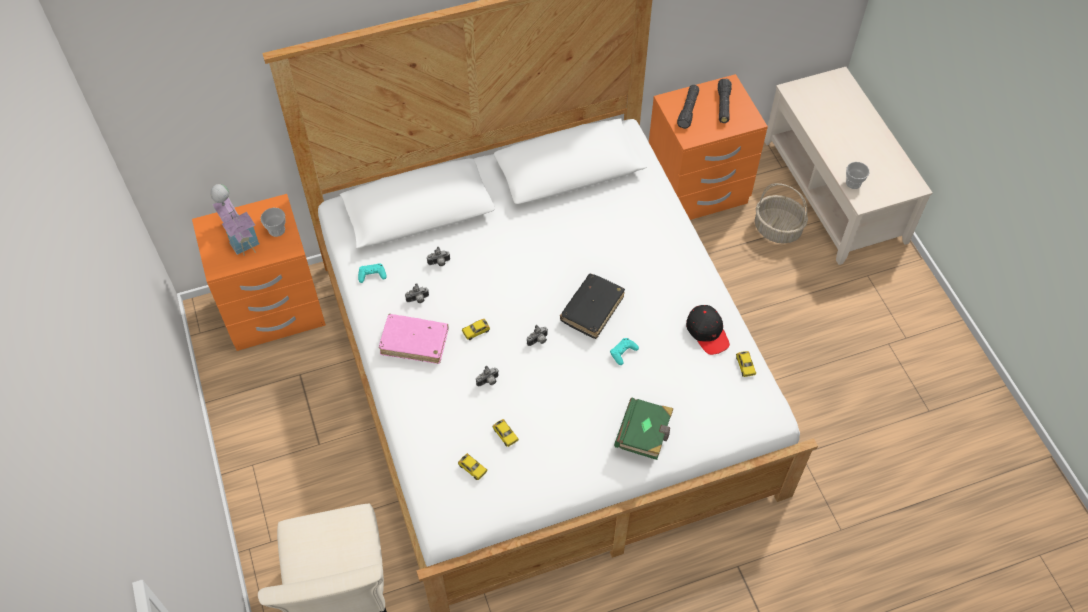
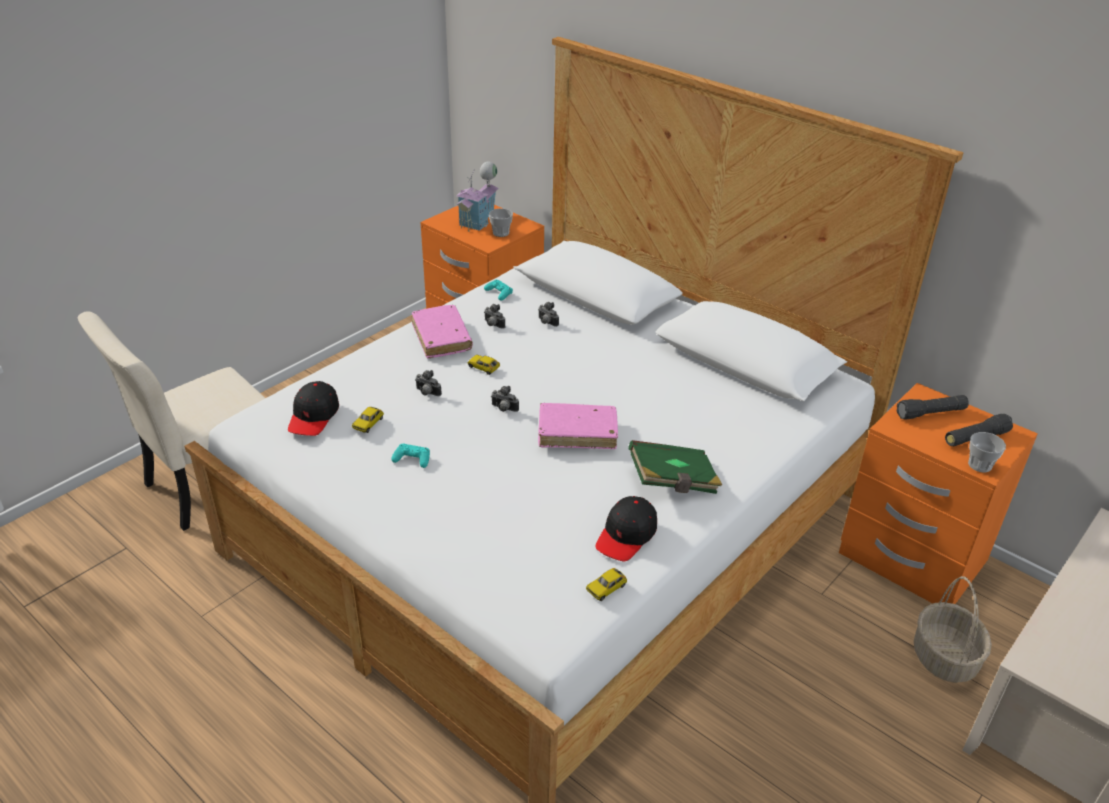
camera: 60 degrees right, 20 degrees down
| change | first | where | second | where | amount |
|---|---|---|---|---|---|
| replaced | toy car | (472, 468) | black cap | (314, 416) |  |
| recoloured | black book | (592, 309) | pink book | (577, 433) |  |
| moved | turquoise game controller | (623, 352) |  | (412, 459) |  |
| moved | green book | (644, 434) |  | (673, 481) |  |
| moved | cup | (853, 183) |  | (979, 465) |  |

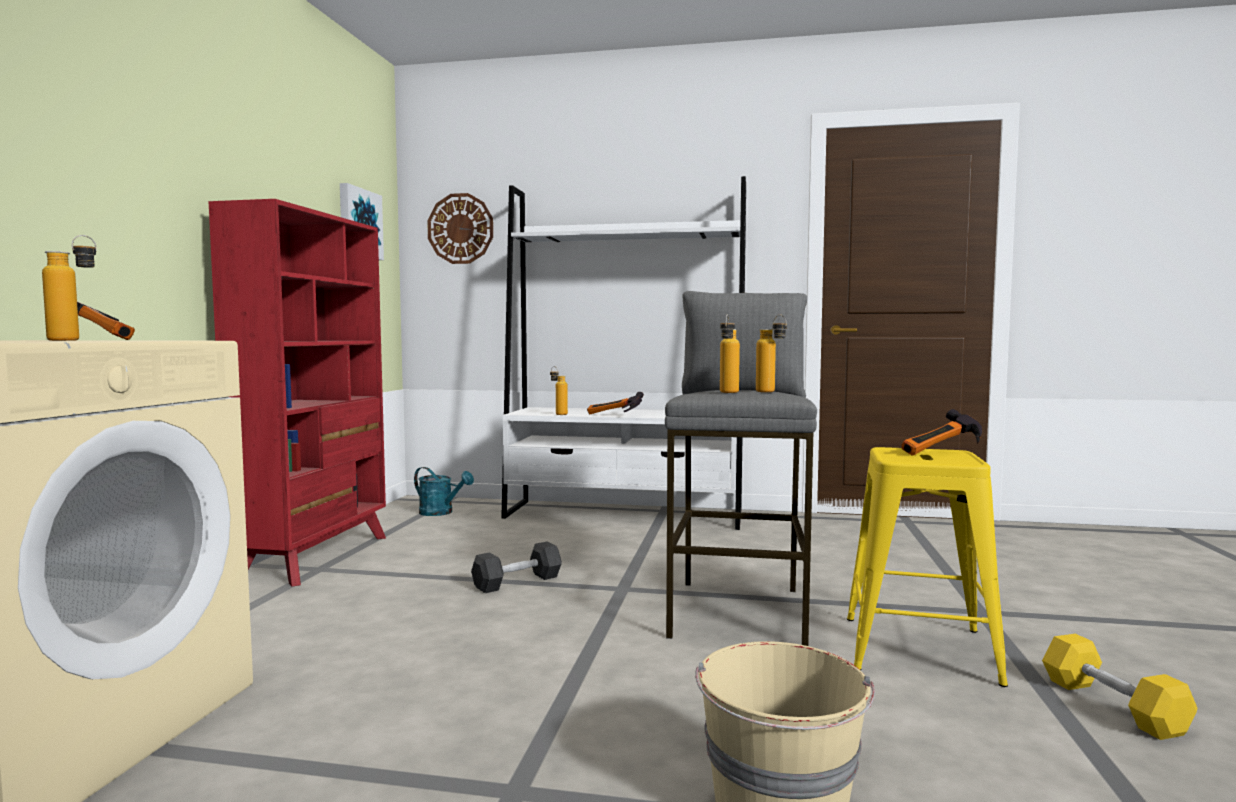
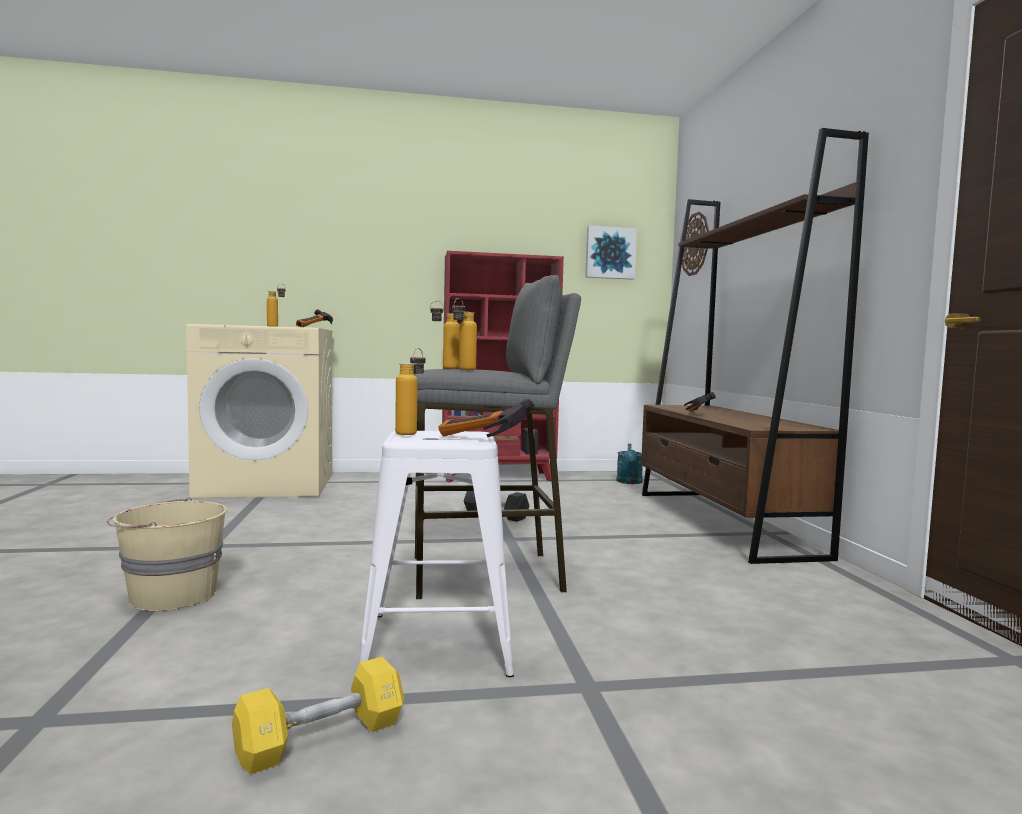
camera: 70 degrees right, 0 degrees up
| change | first | where | second | where | amount |
|---|---|---|---|---|---|
| recoloured | white bookcase | (624, 514) | brown bookcase | (722, 522) |  |
| moved | bottle | (558, 414) |  | (411, 433) |  |
| recoloured | yellow stool | (917, 649) | white stool | (438, 643) |  |

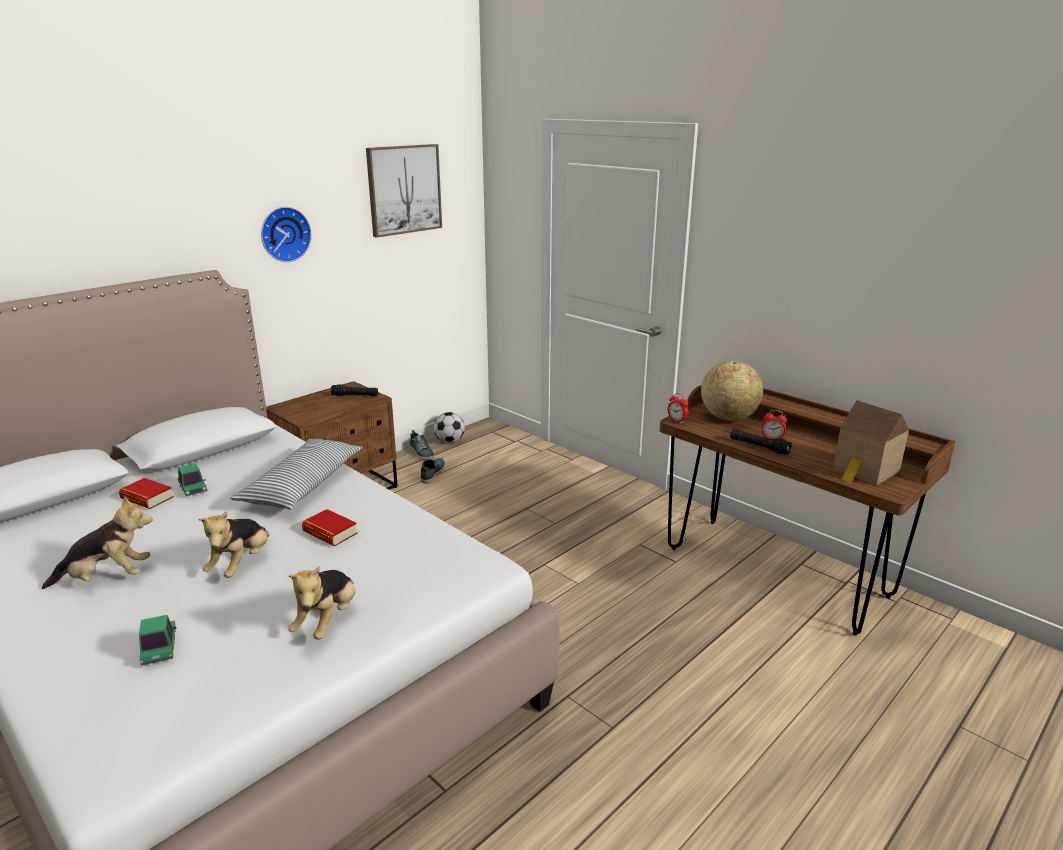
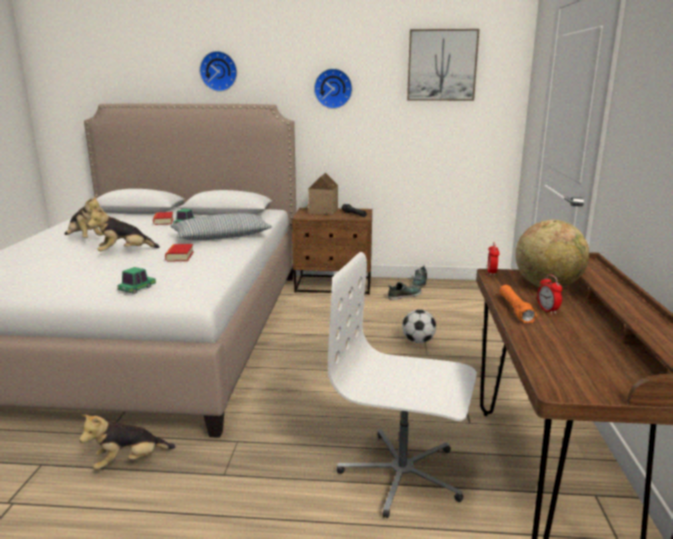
camera: 50 degrees right, 5 degrees down
| change | first | where | second | where | amount |
|---|---|---|---|---|---|
| moved | toy car | (159, 648) |  | (137, 288) |  |
| moved | plush toy | (327, 620) |  | (129, 462) |  |
| moved | football | (450, 441) |  | (418, 341) |  |
| recoloured | black flashlight | (759, 447) | orange flashlight | (515, 309) |  |
| moved | toy house | (865, 471) |  | (321, 211) |  |
| added |  |  | wall clock | (219, 71) |  |
| added |  |  | white office chair | (402, 474) |  |

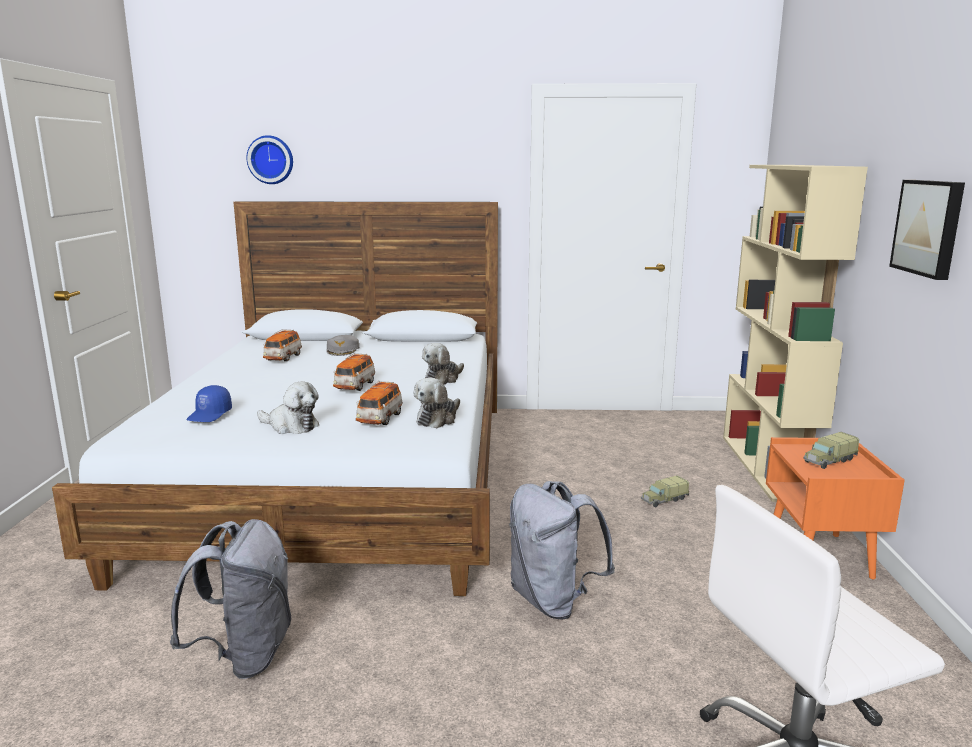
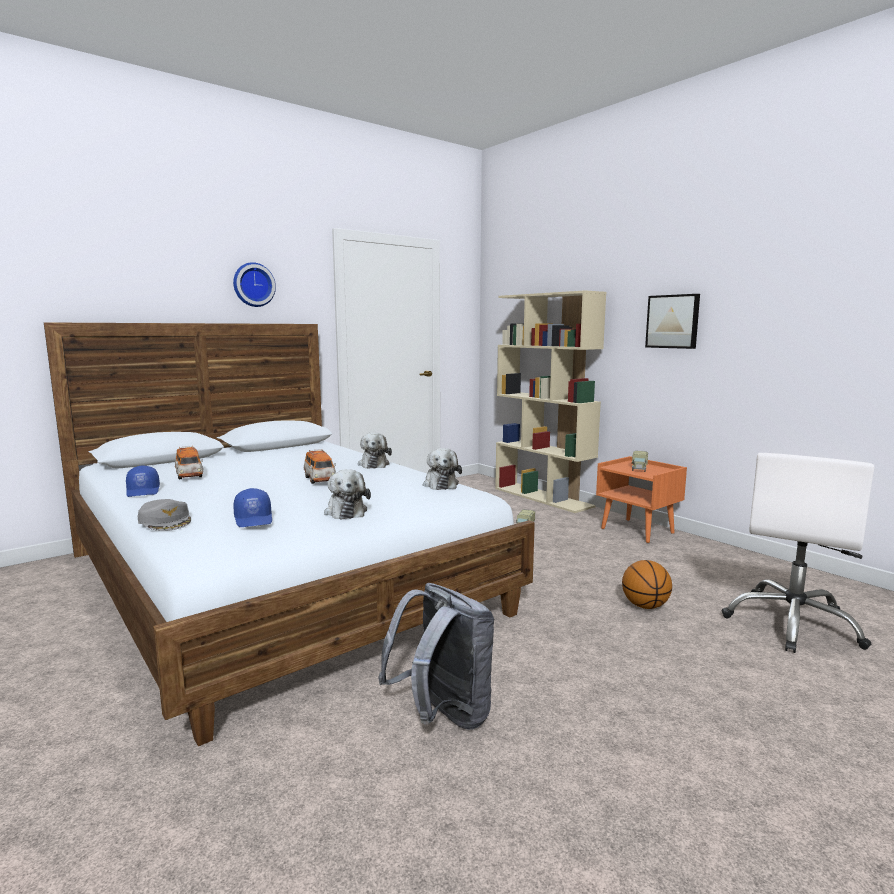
camera: 40 degrees left, 5 degrees down
| change | first | where | second | where | amount |
|---|---|---|---|---|---|
| moved | wall clock | (271, 160) |  | (253, 285) |  |
| turned | plush toy | (291, 426) |  | (346, 511) | 90 degrees clockwise |
| moved | grey cap | (343, 350) |  | (166, 521) |  |
| removed | toy car | (380, 419) |  |  |  |
| removed | grey backpack | (553, 601) |  |  |  |
| added |  |  | blue cap | (143, 491) |  |
| added |  |  | basketball | (645, 606) |  |

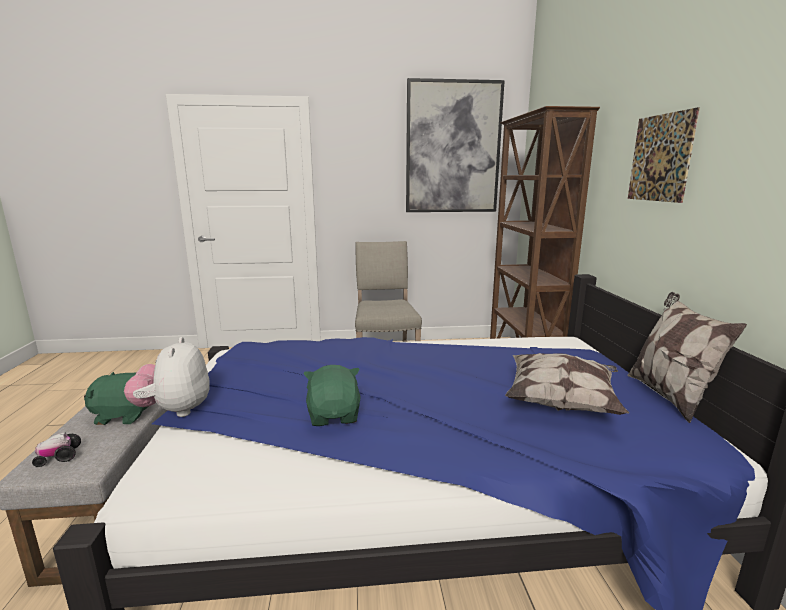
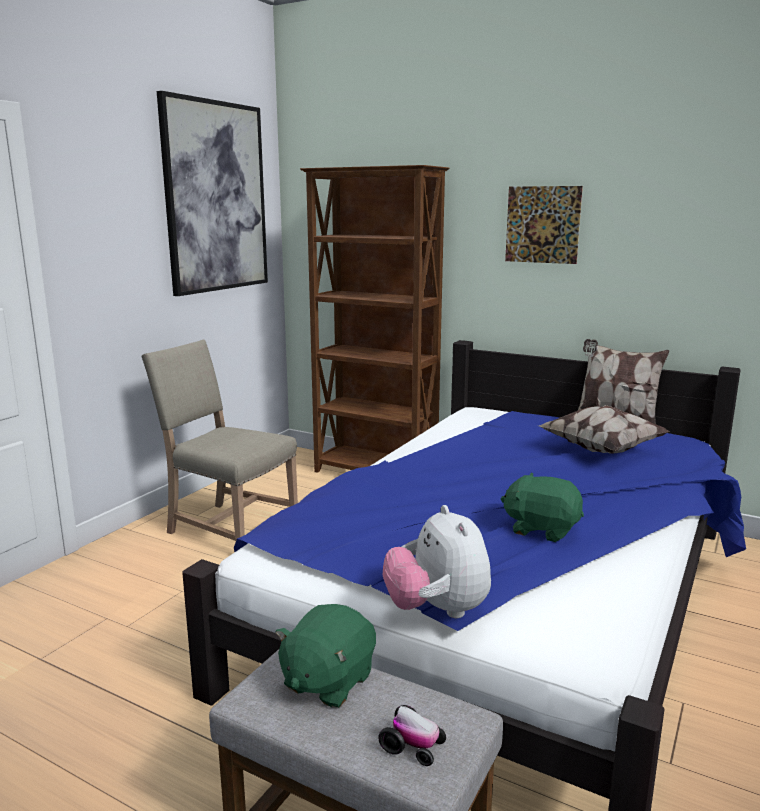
camera: 55 degrees left, 0 degrees up
| change | first | where | second | where | amount |
|---|---|---|---|---|---|
| turned | toy car | (58, 457) |  | (412, 746) | 75 degrees counterclockwise |
| turned | plush toy | (175, 410) |  | (437, 610) | 45 degrees clockwise |

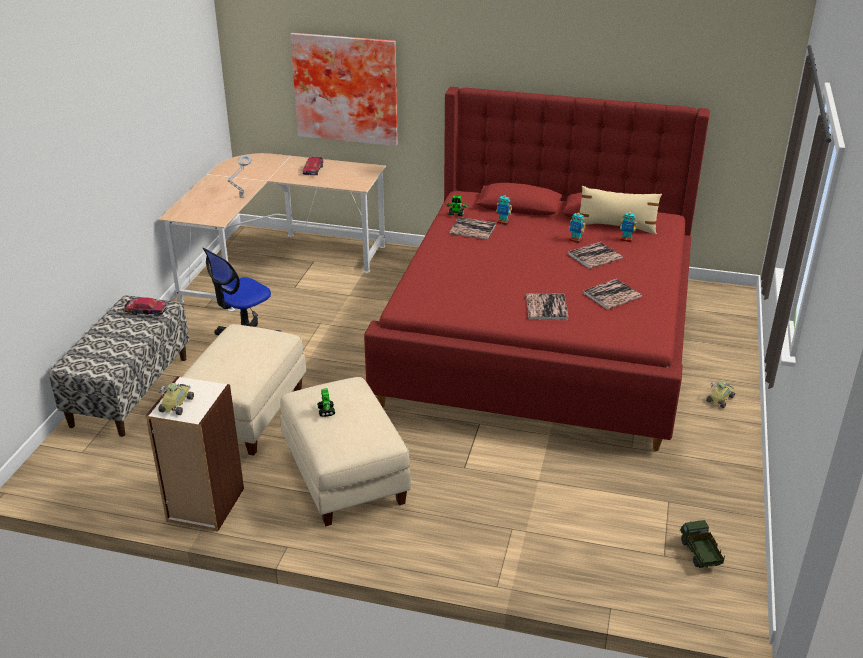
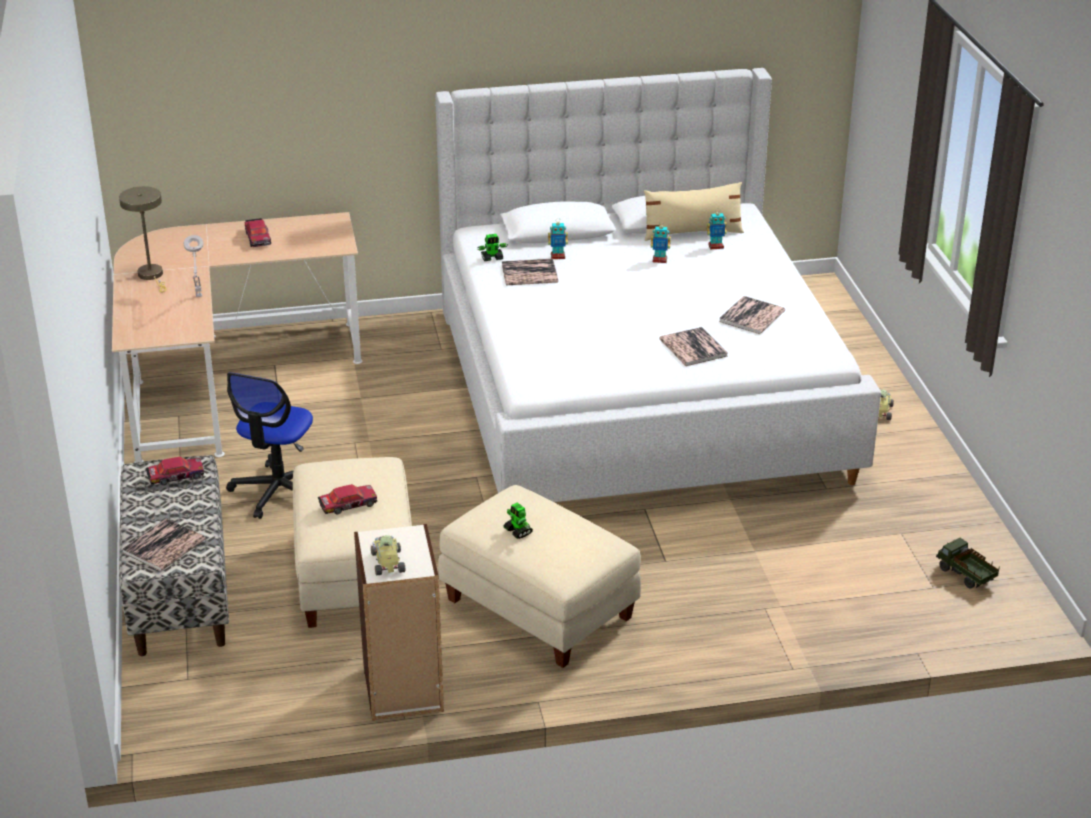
camera: 25 degrees left, 0 degrees up
| change | first | where | second | where | amount |
|---|---|---|---|---|---|
| removed | picture | (346, 88) |  |  |  |
| recoloured | red bed | (541, 338) | white bed | (640, 392) |  |
| moved | book | (595, 256) |  | (164, 546) |  |
| added |  |  | beige table lamp | (152, 276) |  |
| added |  |  | toy car | (347, 505) |  |

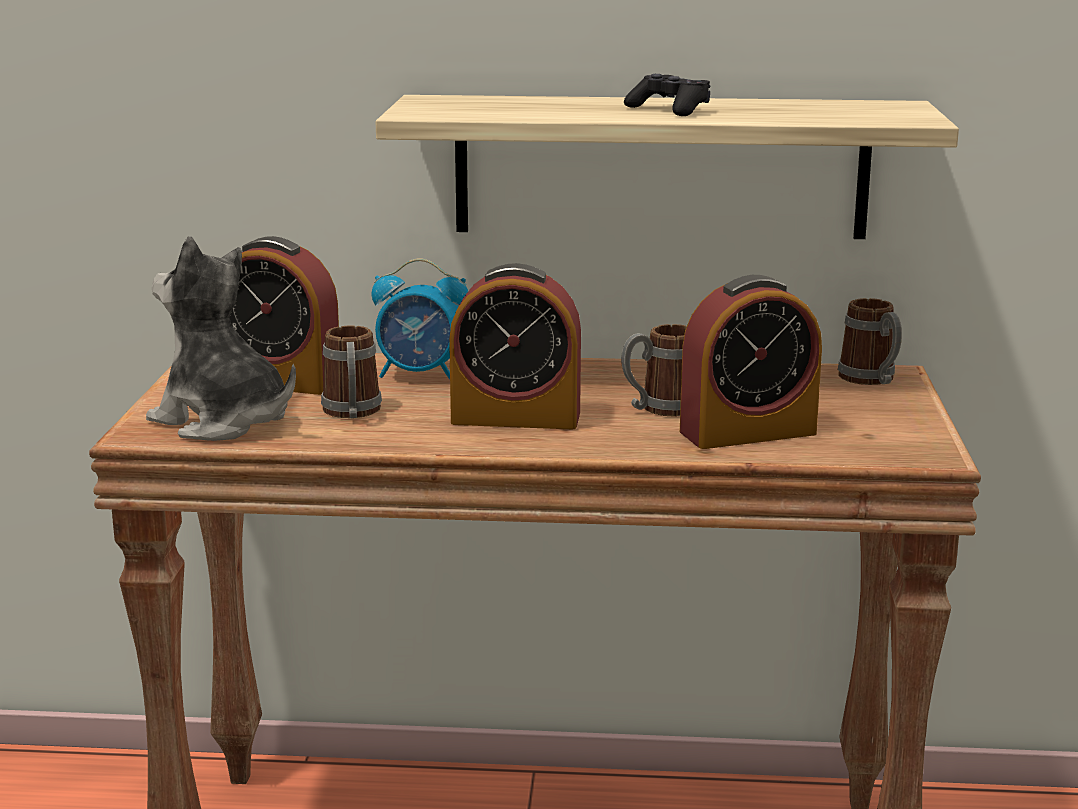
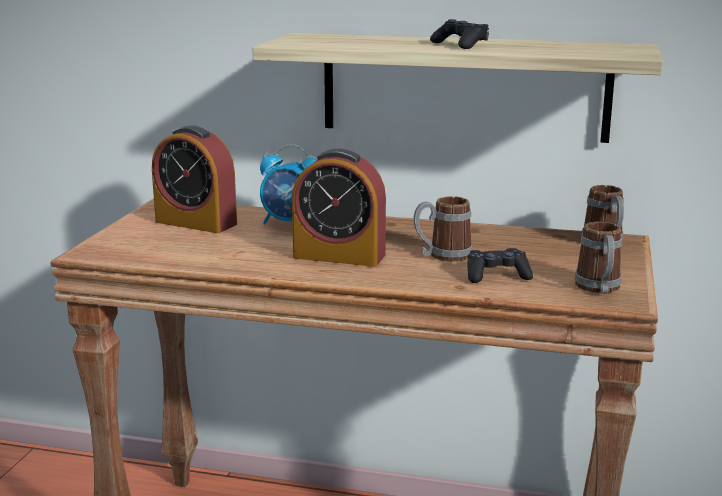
camera: 10 degrees right, 0 degrees up
| change | first | where | second | where | amount |
|---|---|---|---|---|---|
| removed | plush toy | (223, 422) |  |  |  |
| moved | mug | (352, 413) |  | (599, 289) |  |
| replaced | alarm clock | (747, 432) | black game controller | (496, 276) |  |

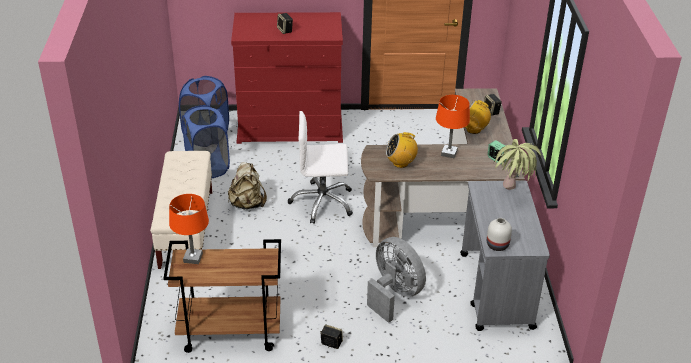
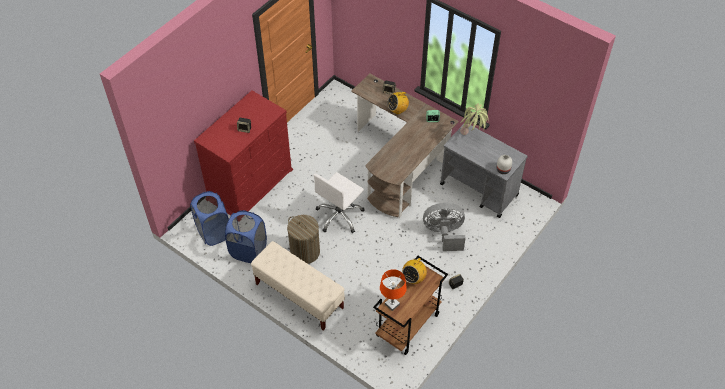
camera: 50 degrees left, 15 degrees up
| change | first | where | second | where | amount |
|---|---|---|---|---|---|
| replaced | beige backpack | (247, 204) | laundry basket | (305, 252) |  |
| moved | radio | (401, 163) |  | (413, 278) |  |
| removed | orange table lamp | (449, 153) |  |  |  |

